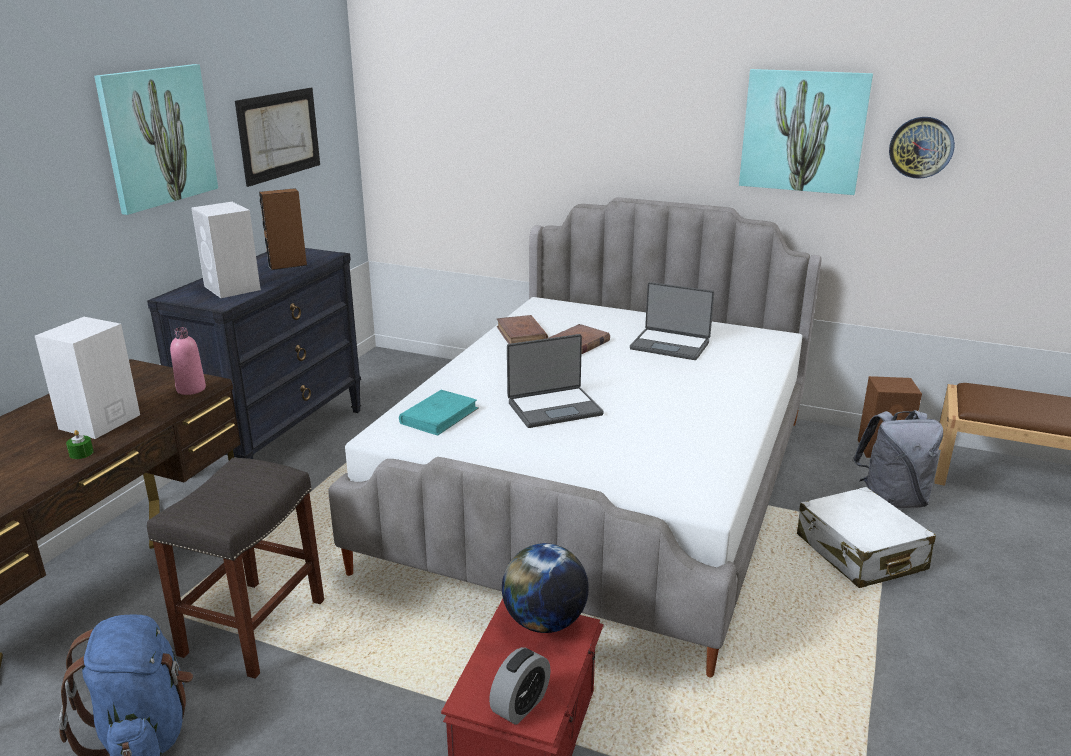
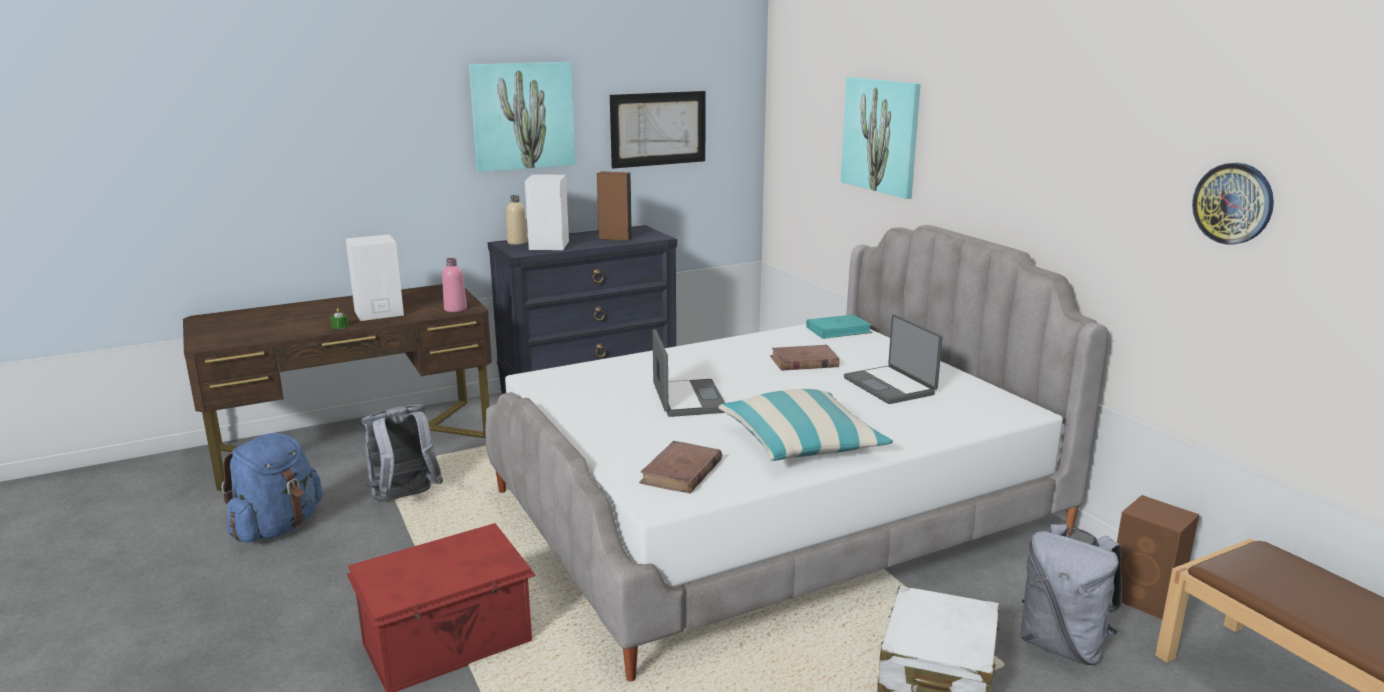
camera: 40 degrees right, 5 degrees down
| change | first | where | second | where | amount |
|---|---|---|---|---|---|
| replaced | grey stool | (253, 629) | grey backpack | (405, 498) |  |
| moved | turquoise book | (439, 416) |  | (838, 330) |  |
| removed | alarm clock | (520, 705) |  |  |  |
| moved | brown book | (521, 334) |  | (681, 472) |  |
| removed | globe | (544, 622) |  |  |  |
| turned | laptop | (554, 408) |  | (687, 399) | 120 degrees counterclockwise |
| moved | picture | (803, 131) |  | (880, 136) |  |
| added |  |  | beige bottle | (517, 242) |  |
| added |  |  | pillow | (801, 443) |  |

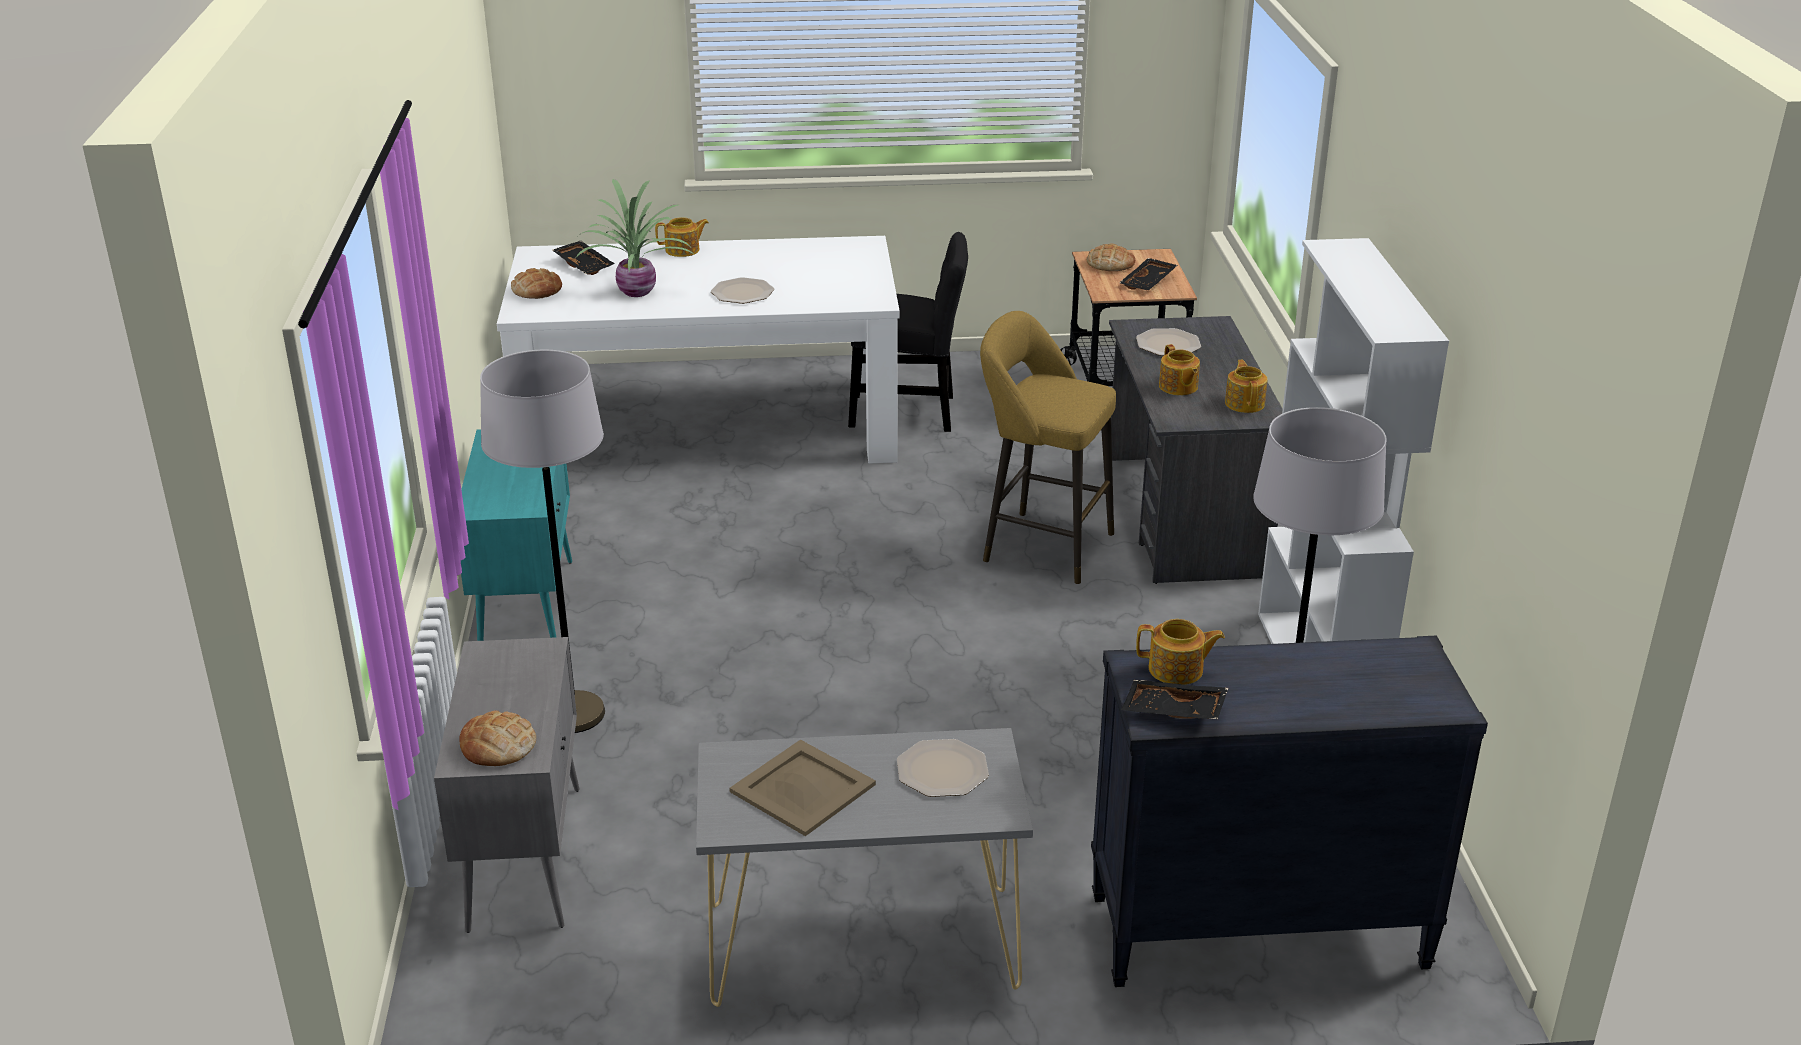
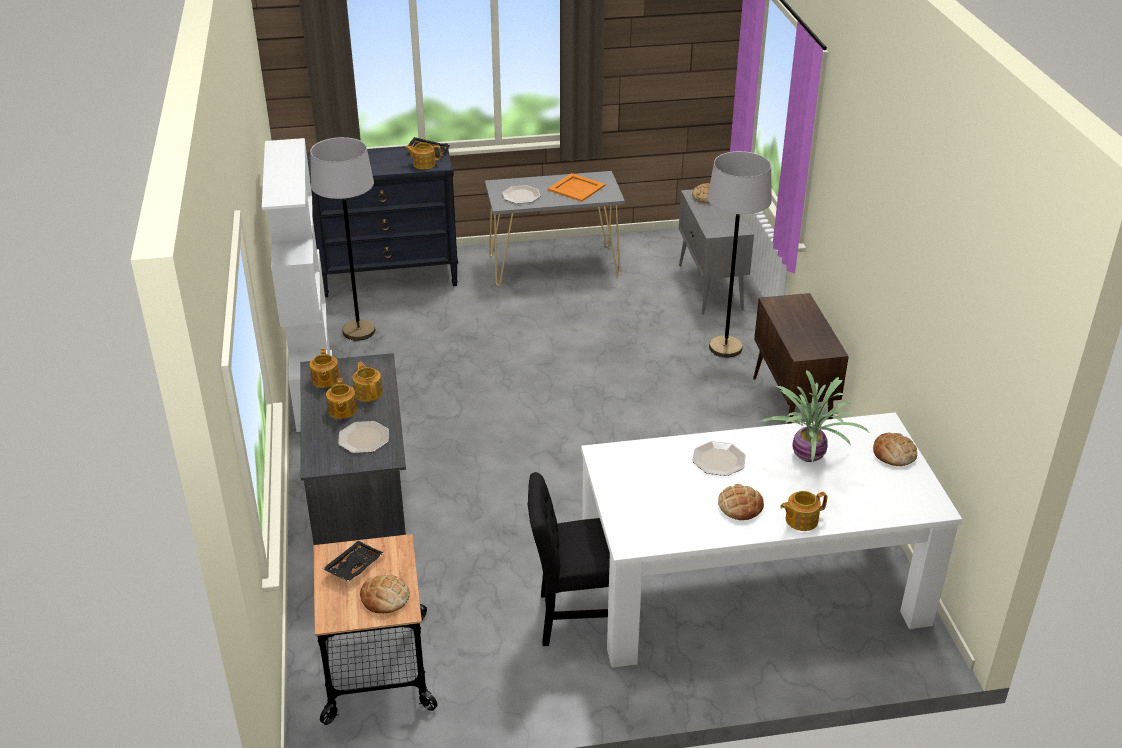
camera: 175 degrees right, 5 degrees up
| change | first | where | second | where | amount |
|---|---|---|---|---|---|
| recoloured | turquoise cabinet | (527, 608) | brown cabinet | (791, 408) |  |
| removed | black tray | (585, 265) |  |  |  |
| recoloured | beige tray | (803, 789) | orange tray | (576, 187) |  |
| removed | yellow stool | (1041, 545) |  |  |  |
| added |  |  | teapot | (342, 410) |  |
| added |  |  | bread | (740, 506) |  |

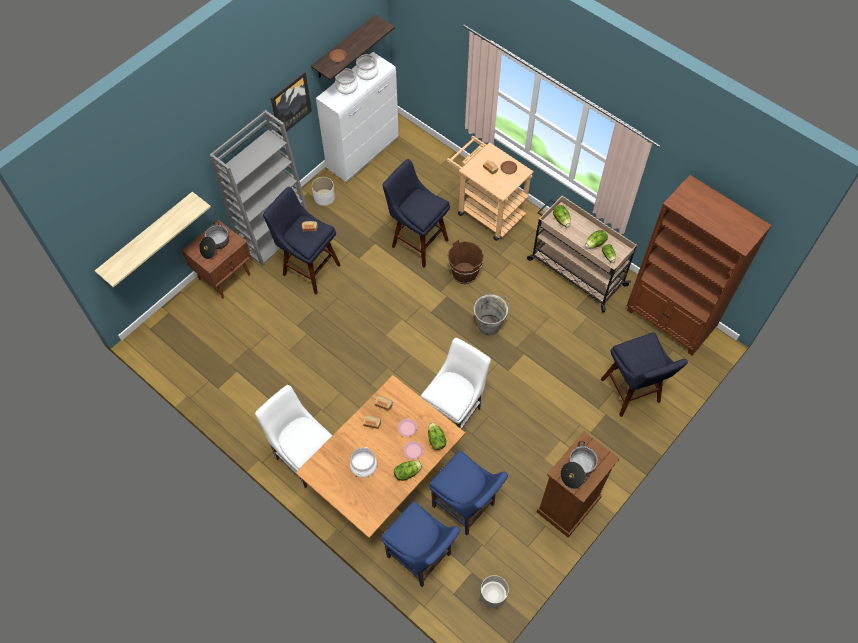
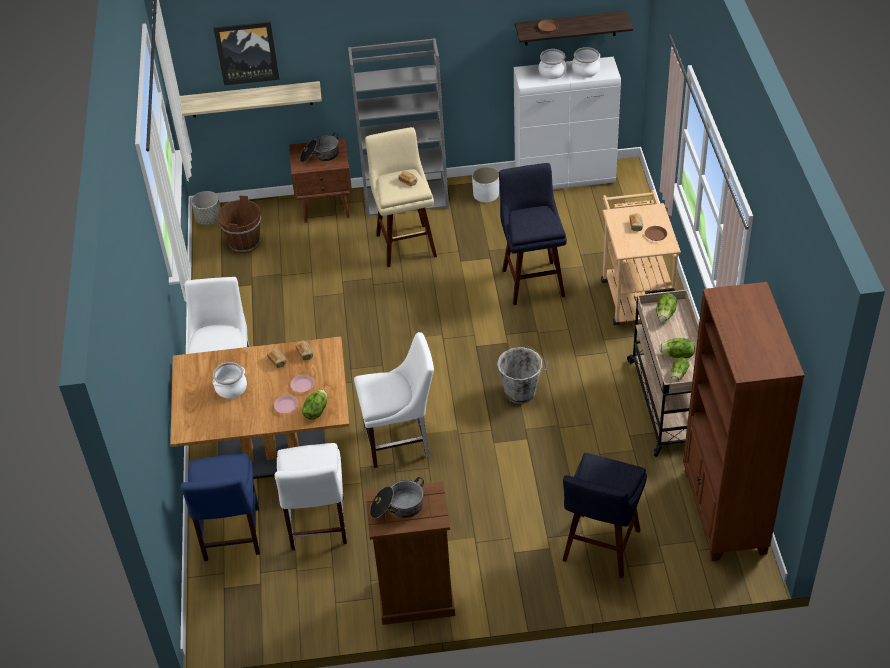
camera: 45 degrees right, 15 degrees down
| change | first | where | second | where | amount |
|---|---|---|---|---|---|
| recoloured | blue stool | (308, 268) | beige stool | (405, 242) |  |
| moved | picture | (290, 104) |  | (247, 52) |  |
| removed | lettuce | (407, 472) |  |  |  |
| recoloured | blue chair | (465, 507) | white chair | (317, 527) |  |
| moved | brown bucket | (464, 273) |  | (244, 243) |  |
| moved | grey planter | (492, 595) |  | (208, 219) |  |

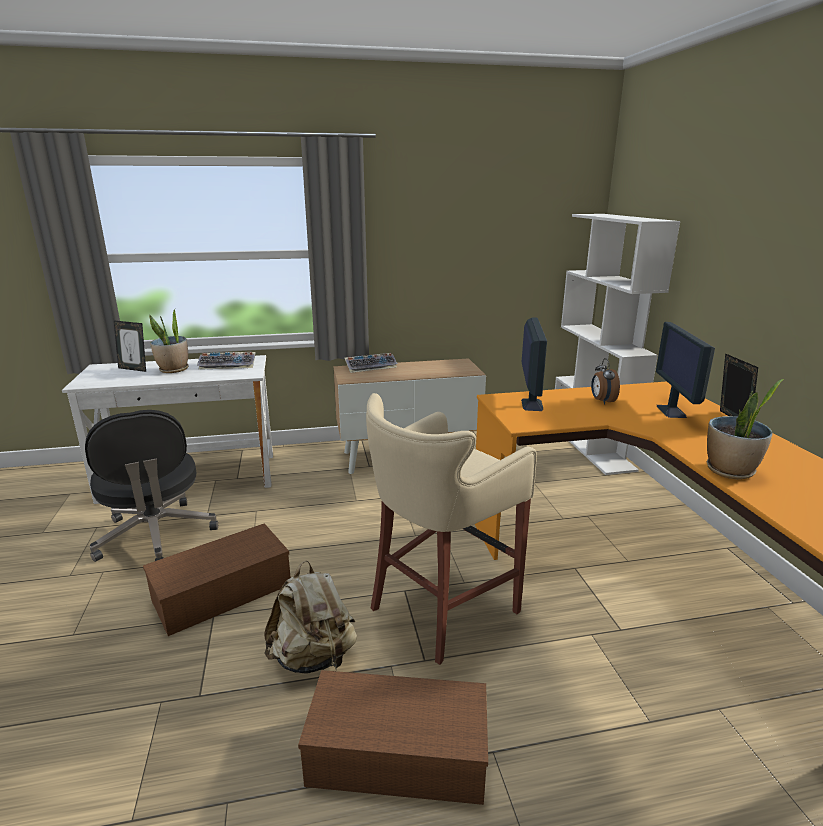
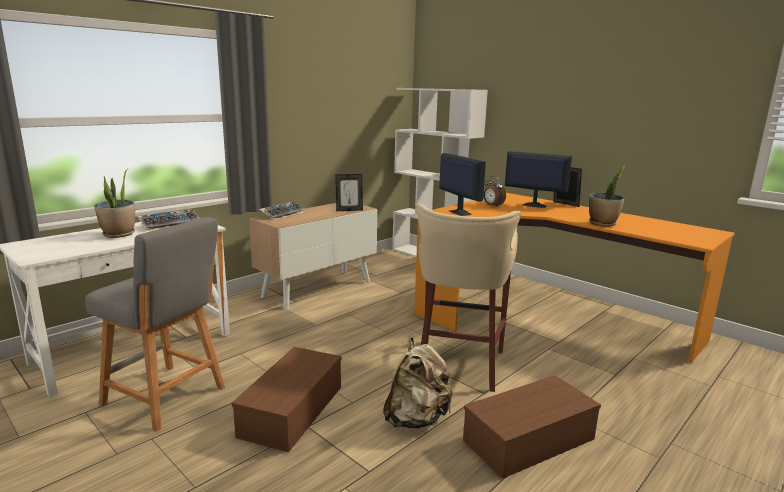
camera: 35 degrees left, 5 degrees down
| change | first | where | second | where | amount |
|---|---|---|---|---|---|
| replaced | black office chair | (156, 536) | grey stool | (168, 398) |  |
| moved | picture frame | (134, 369) |  | (349, 210) |  |
| turned | monitor | (671, 411) |  | (533, 205) | 150 degrees clockwise |

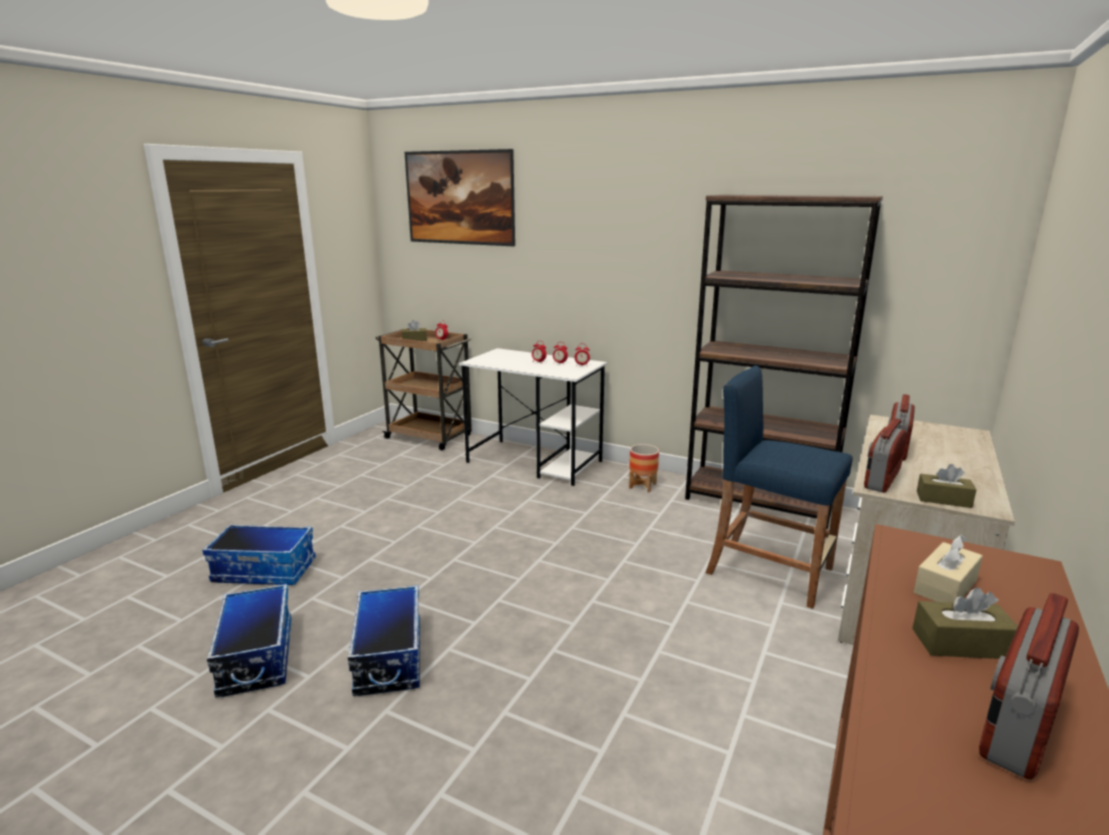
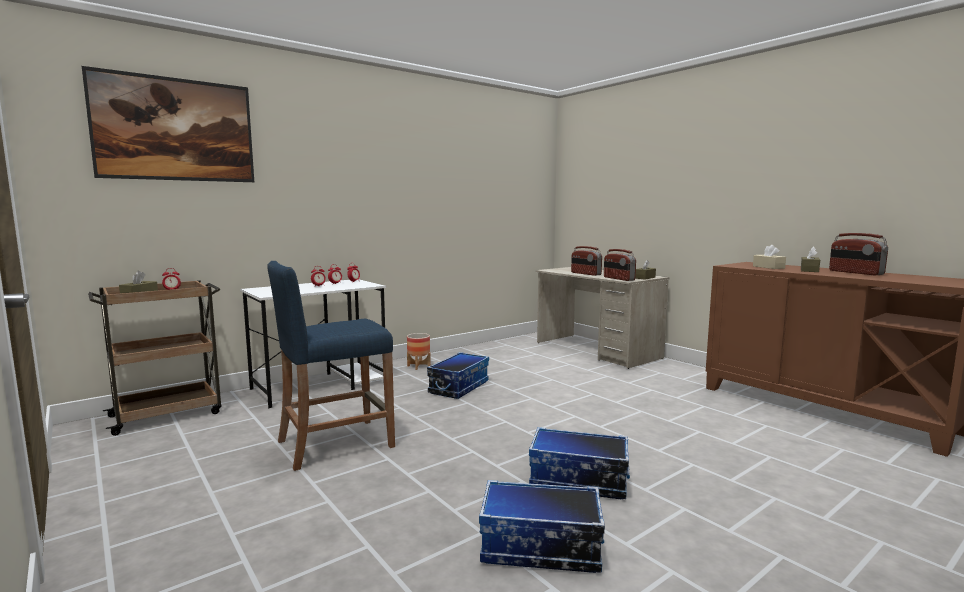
camera: 65 degrees left, 10 degrees down
| change | first | where | second | where | amount |
|---|---|---|---|---|---|
| moved | storage box | (265, 570) |  | (458, 387) |  |
| removed | brown bookcase | (759, 502) |  |  |  |
| moved | blue stool | (769, 571) |  | (335, 443) |  |

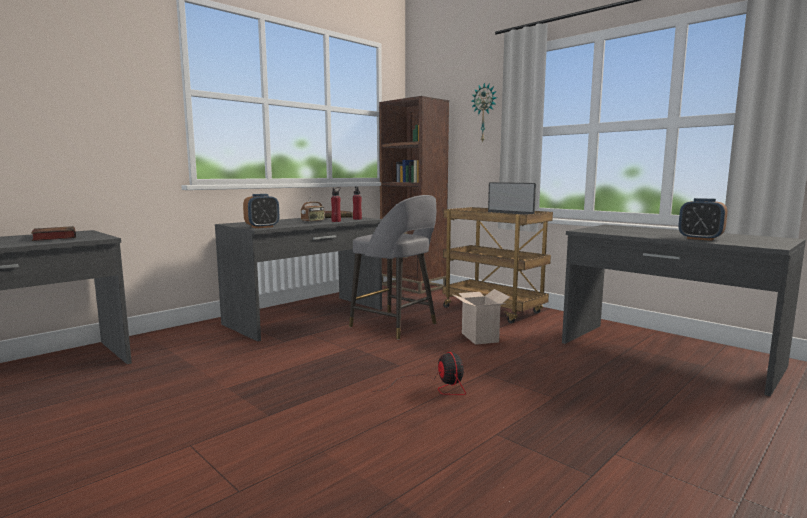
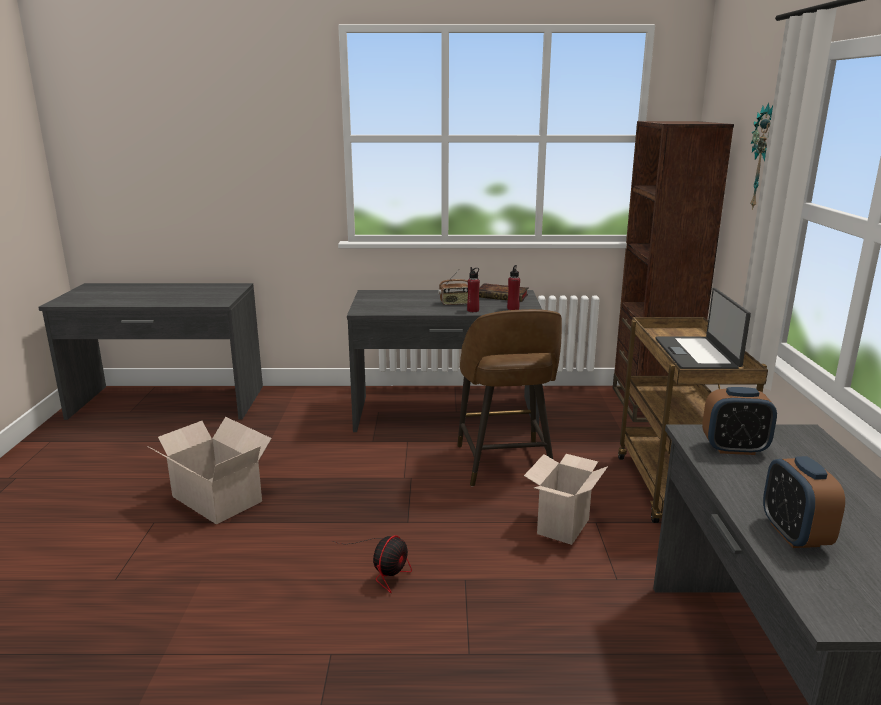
camera: 45 degrees right, 10 degrees up
| change | first | where | second | where | amount |
|---|---|---|---|---|---|
| removed | book | (54, 237) |  |  |  |
| moved | alarm clock | (262, 227) |  | (734, 449) |  |
| recoloured | grey stool | (395, 326) | brown stool | (505, 464) |  |
| added |  |  | cardboard box | (216, 498) |  |

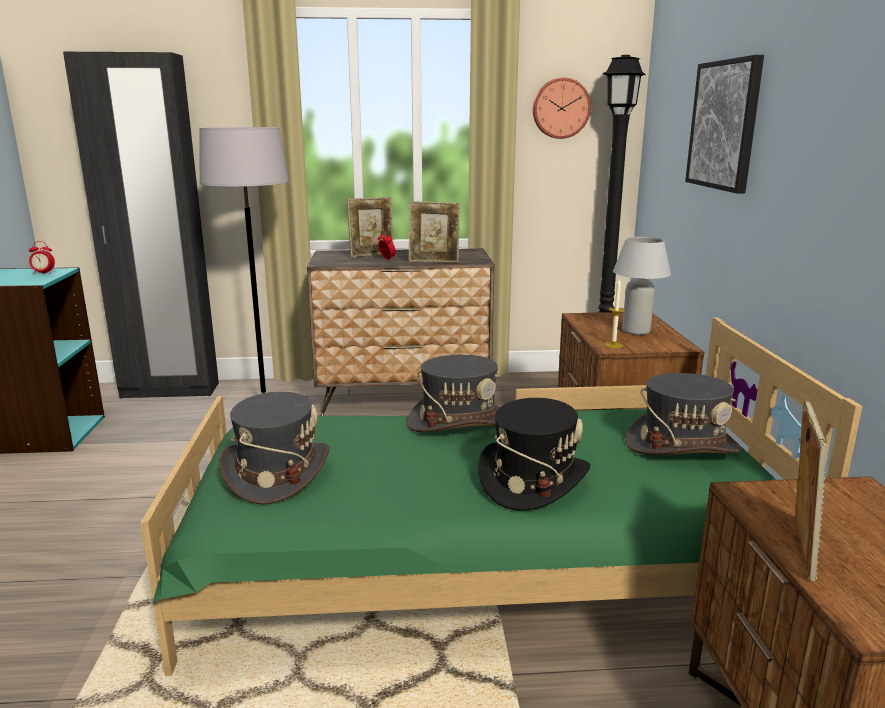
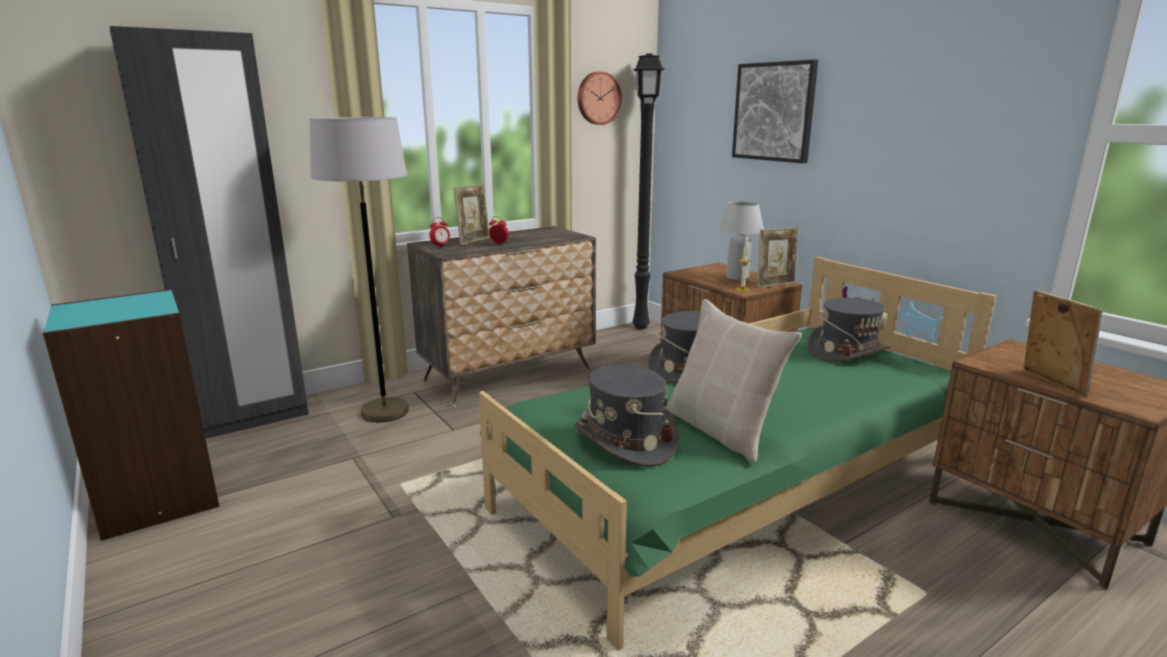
camera: 30 degrees left, 0 degrees up
| change | first | where | second | where | amount |
|---|---|---|---|---|---|
| moved | alarm clock | (43, 273) |  | (440, 246) |  |
| moved | picture frame | (434, 262) |  | (775, 285) |  |
| removed | black hat | (532, 480) |  |  |  |
| added |  |  | beige pillow | (722, 430) |  |

